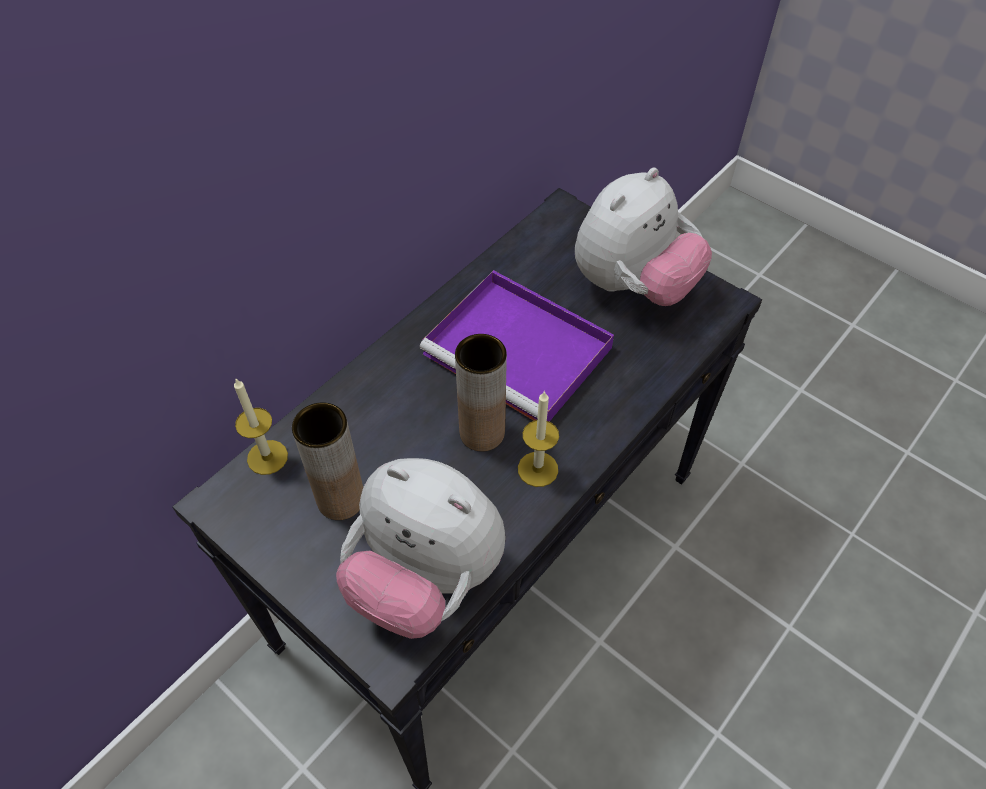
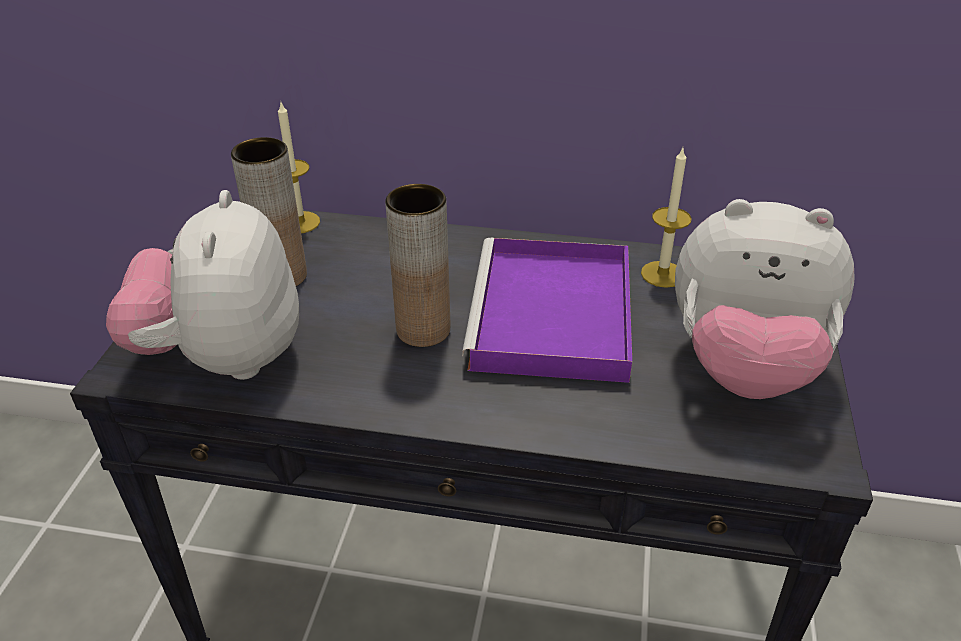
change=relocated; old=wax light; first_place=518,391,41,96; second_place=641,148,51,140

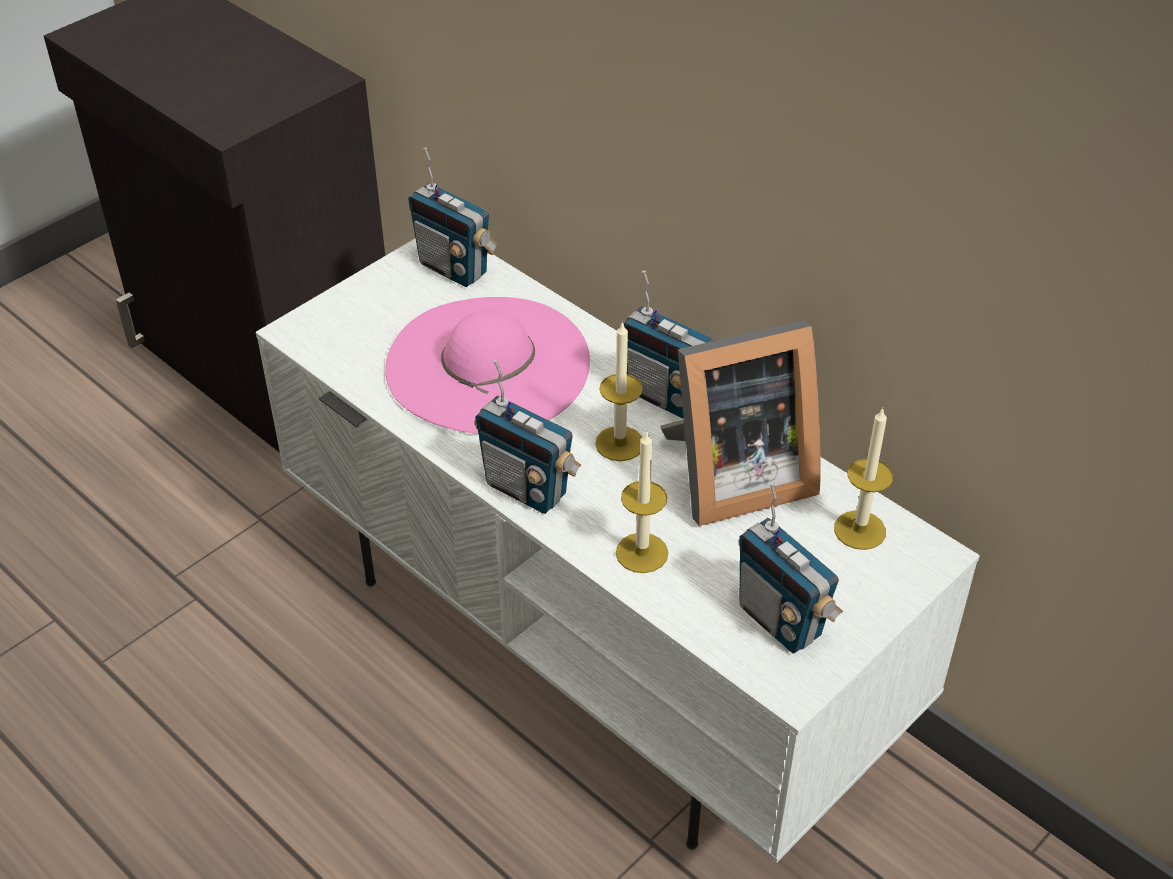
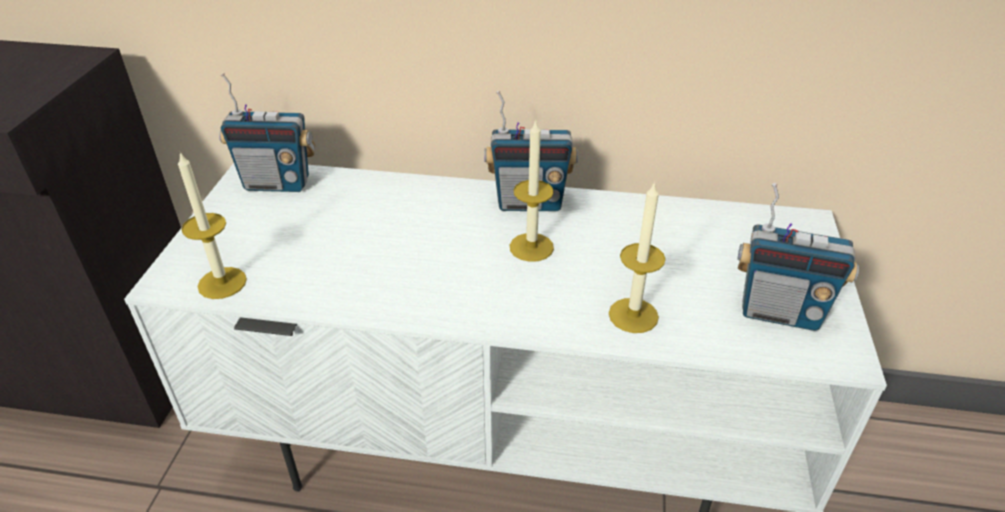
change=missing; old=pink hat; first_place=385,297,205,137
change=missing; old=photo frame; first_place=660,320,161,206
change=missing; old=radio receiver; first_place=475,360,106,154
change=relocated; old=wax light; first_place=834,408,59,142; second_place=178,151,69,148

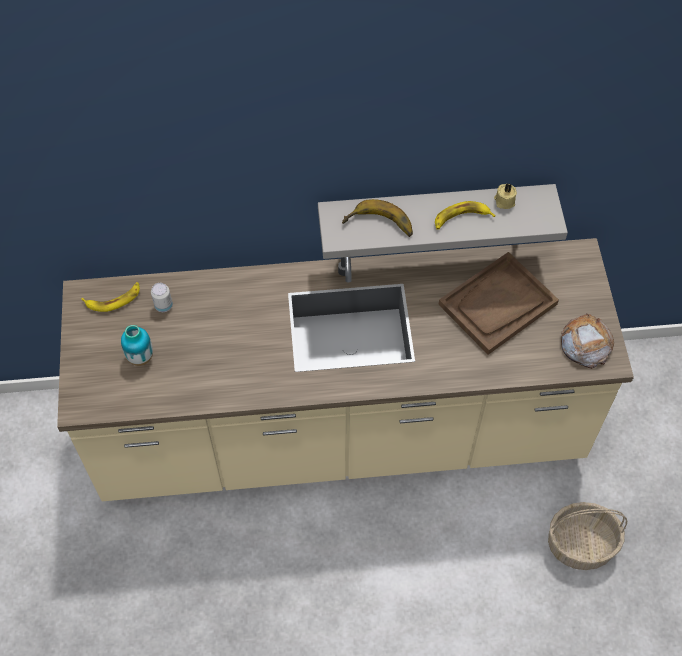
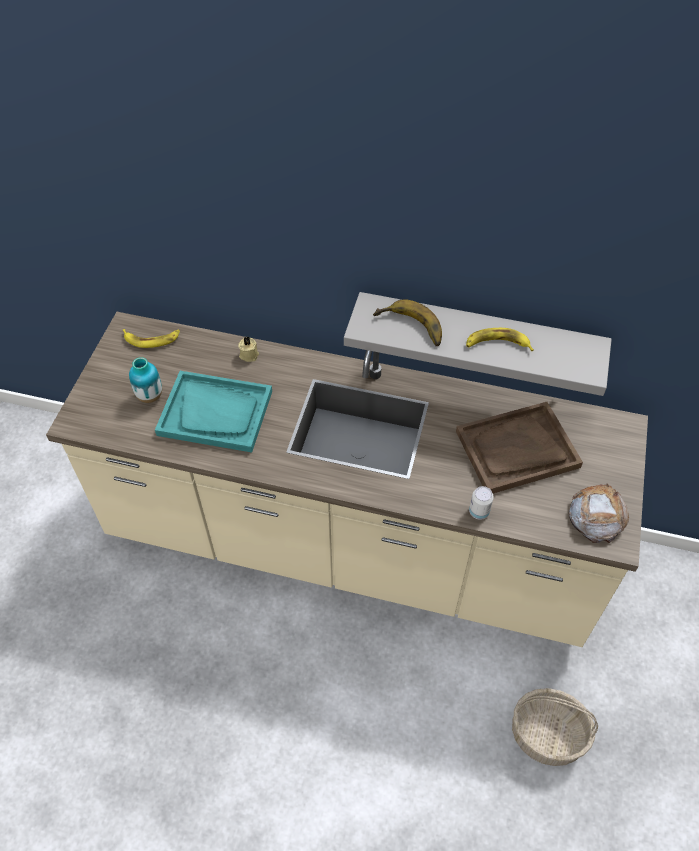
change=relocated; old=beige-coloured wax light; first_place=494,183,23,26; second_place=238,337,21,25
change=relocated; old=can; first_place=151,283,22,29; second_place=469,486,25,34
change=appeared; new=turquoise serving tray; second_place=155,371,117,81

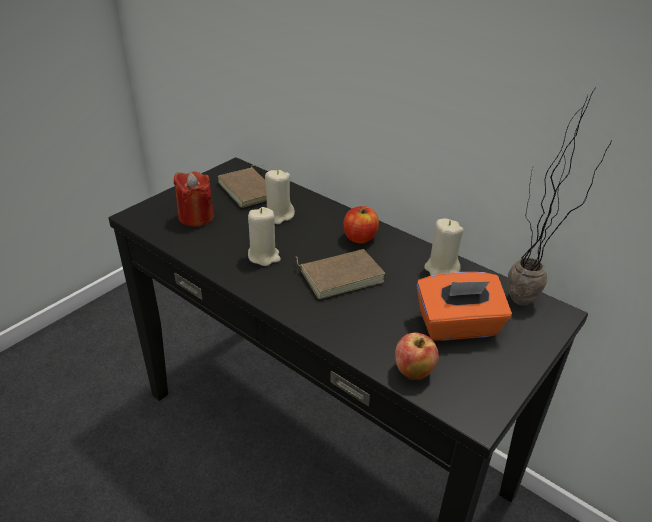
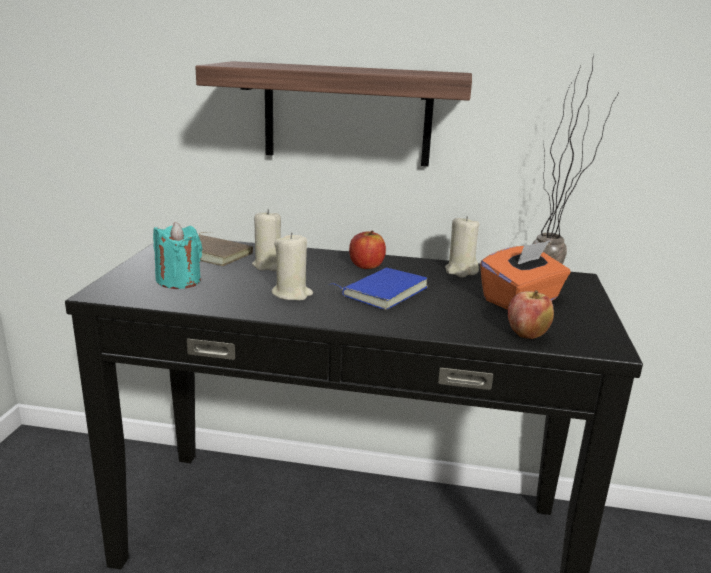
change=colour; old=red wax light; new=turquoise wax light; first_place=173,171,41,56; second_place=153,222,49,67
change=colour; old=brown-coloured book; new=blue-coloured book; first_place=295,249,90,50; second_place=332,268,96,42
change=appeared; new=shelf; second_place=195,61,277,105

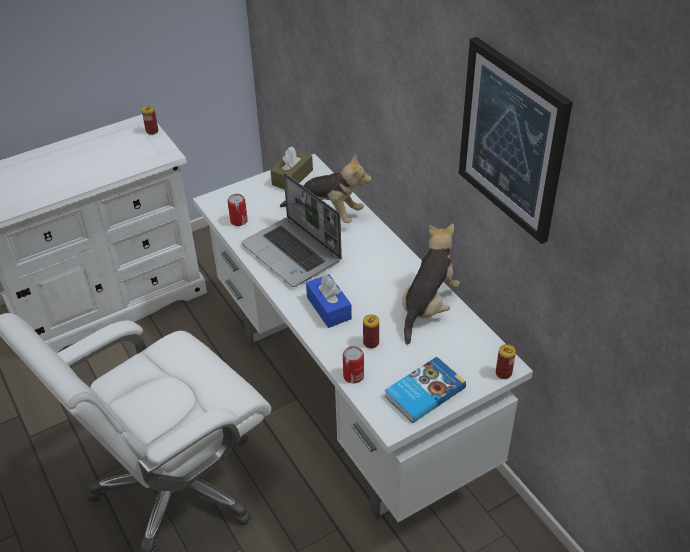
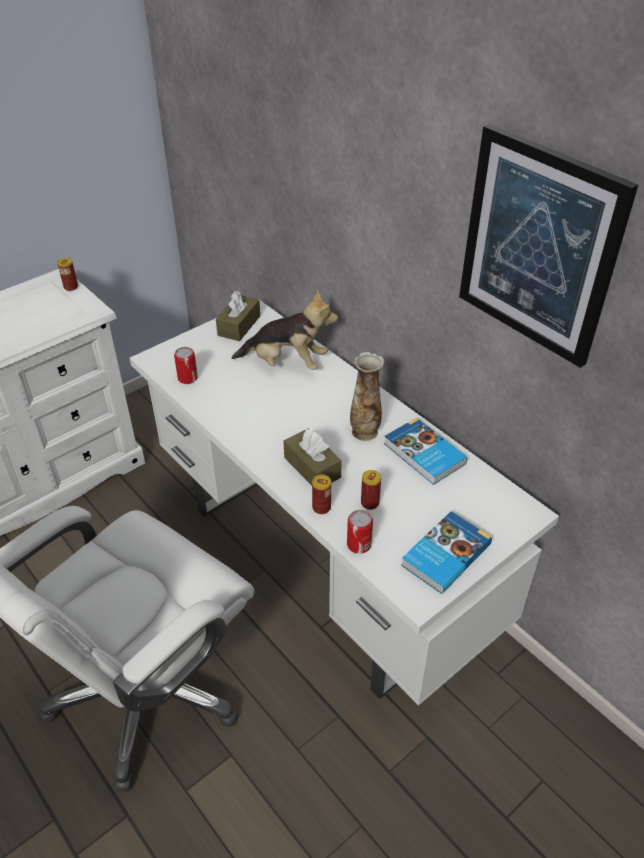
change=missing; old=portable computer; first_place=241,173,101,114
change=exchanged; old=cuddly toy; new=book; first_place=402,223,58,122; second_place=384,418,84,67
change=colour; old=blue-coloured tissue box; new=brown-coloured tissue box; first_place=306,274,46,54; second_place=284,428,58,58
change=relocated; old=can; first_place=496,344,20,35; second_place=312,475,19,39
change=appeared; new=vase; second_place=350,352,34,89

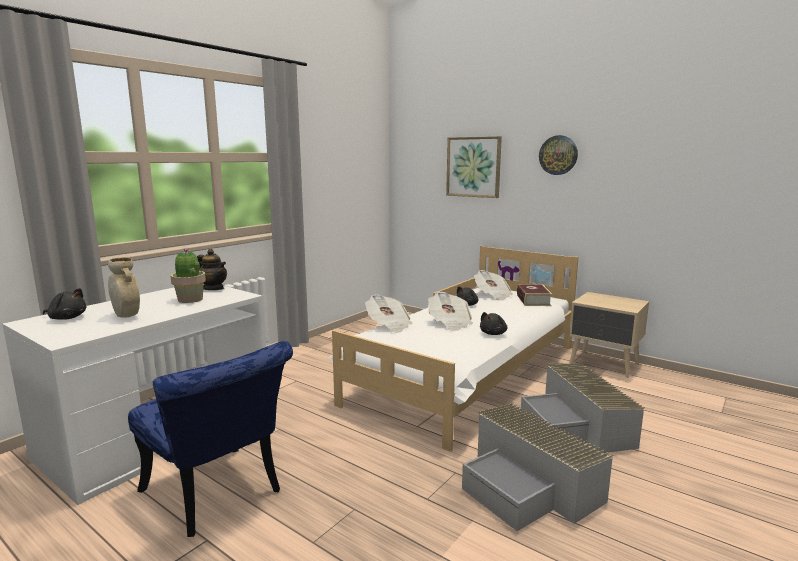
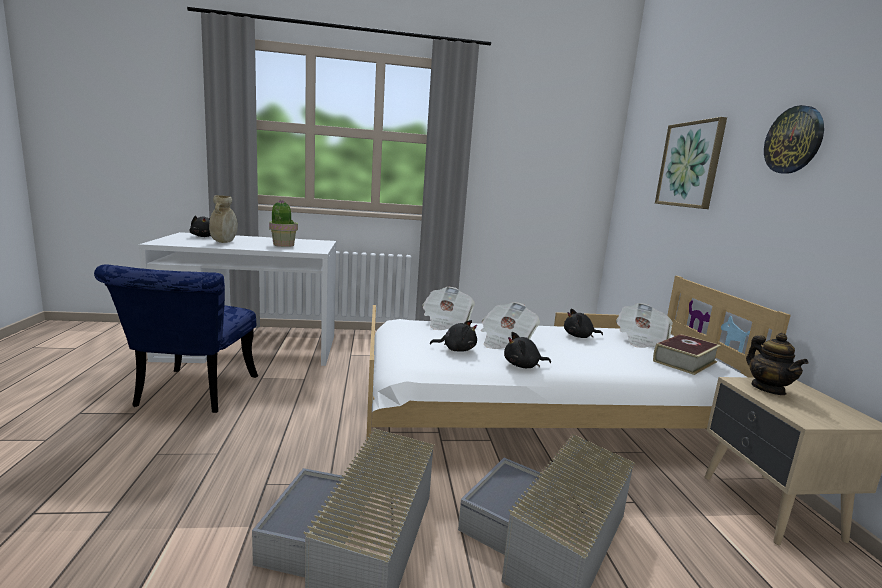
change=relocated; old=pot for tea; first_place=197,249,30,41; second_place=746,333,62,62
change=appeared; new=black cuddly toy; second_place=430,320,47,32

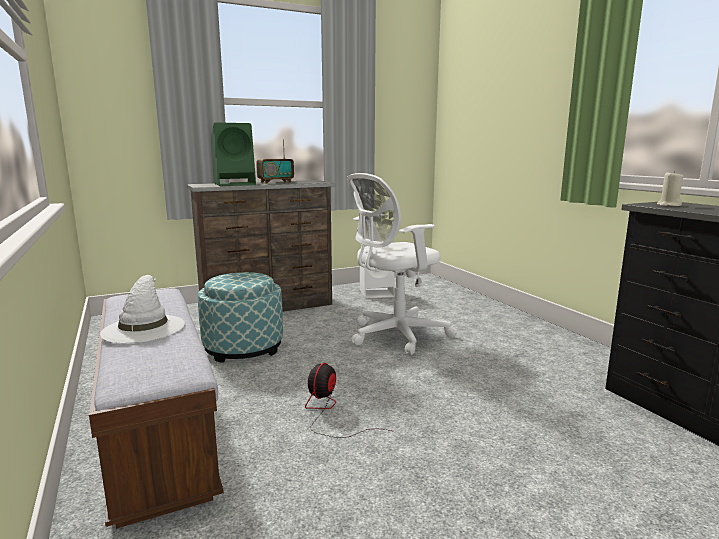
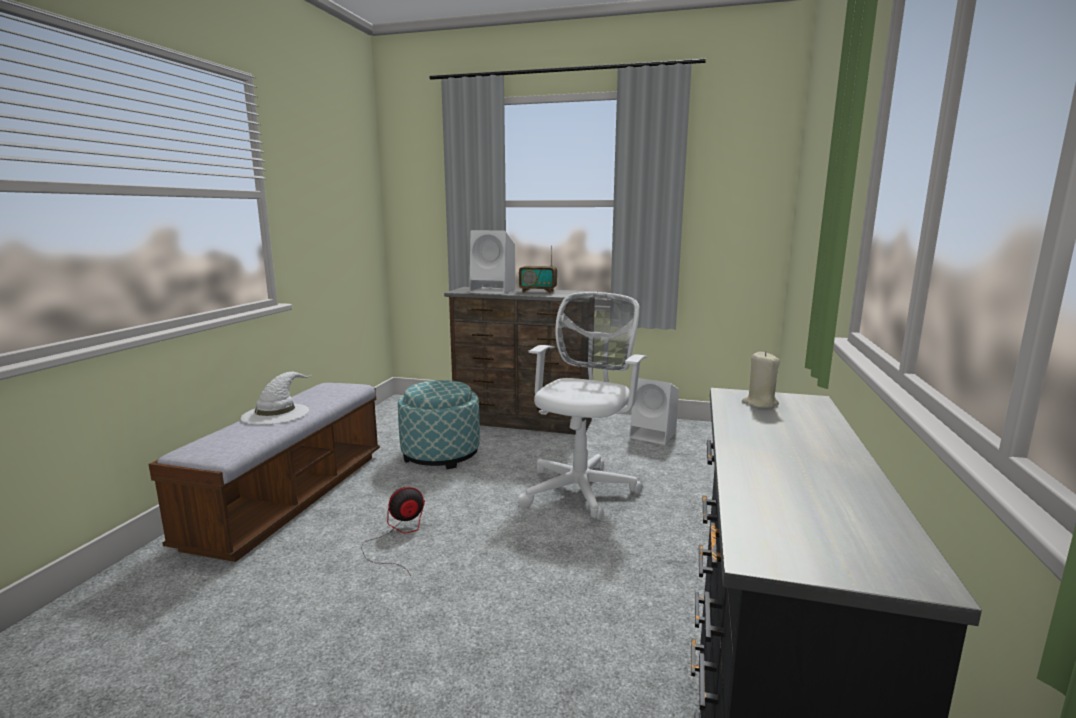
change=colour; old=green-coloured speaker; new=white speaker; first_place=211,122,45,64; second_place=469,230,46,64
change=spun; old=white office chair; first_place=347,173,110,182; second_place=518,292,130,228; degrees=105

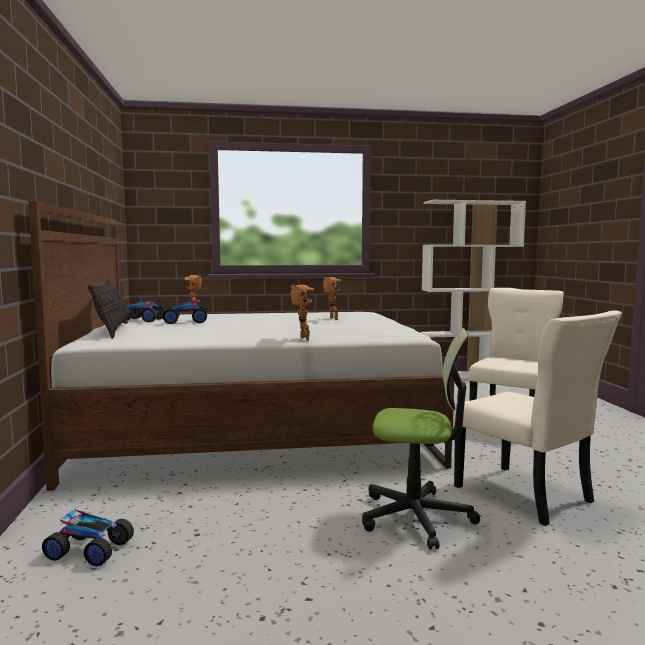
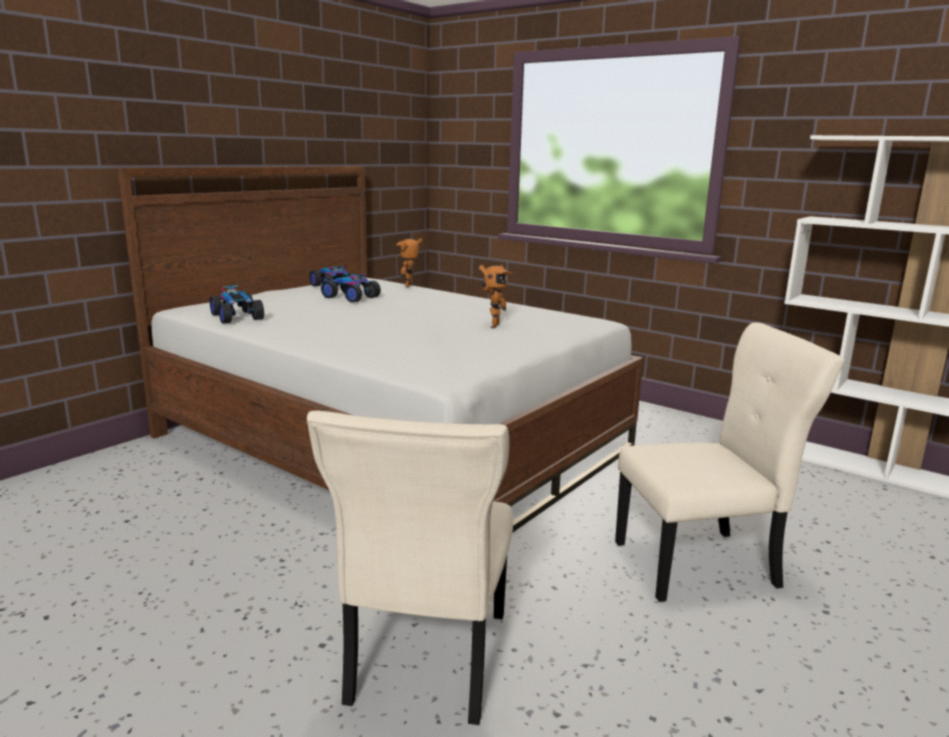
change=missing; old=cushion; first_place=88,279,40,60
change=missing; old=toy robot; first_place=291,284,23,56
change=missing; old=office chair; first_place=362,328,118,222
change=relocated; old=miniature car; first_place=42,510,92,56; second_place=210,285,54,38

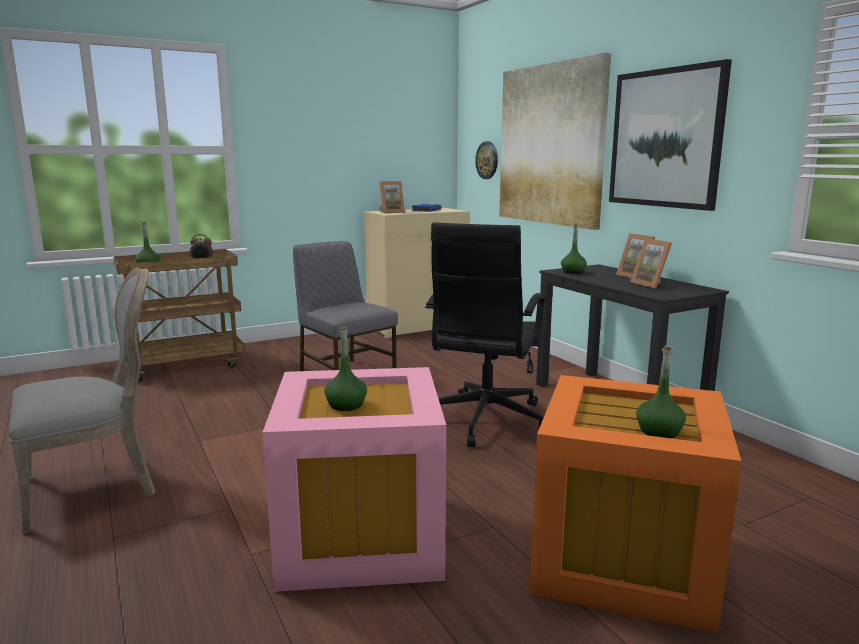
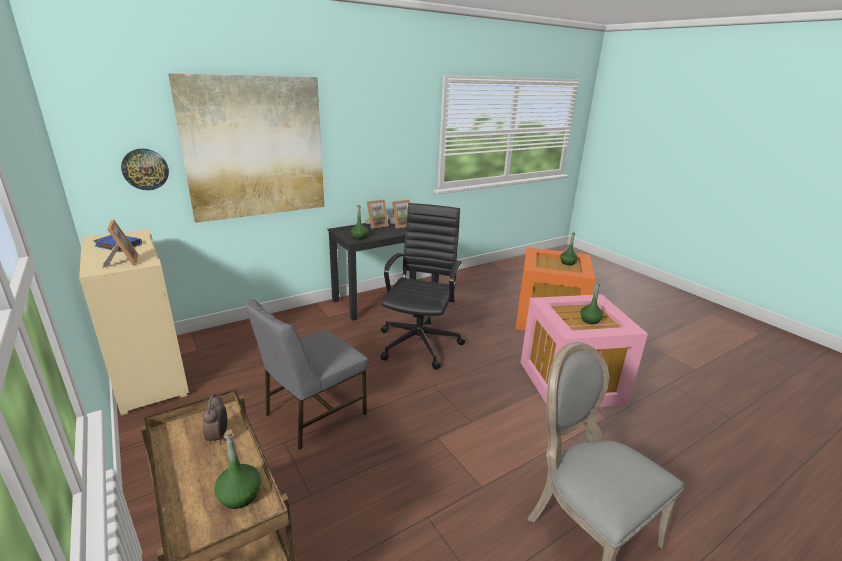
change=missing; old=wall art; first_place=609,59,123,152
change=spun; old=black office chair; first_place=425,223,120,224; second_place=380,203,85,167; degrees=-90

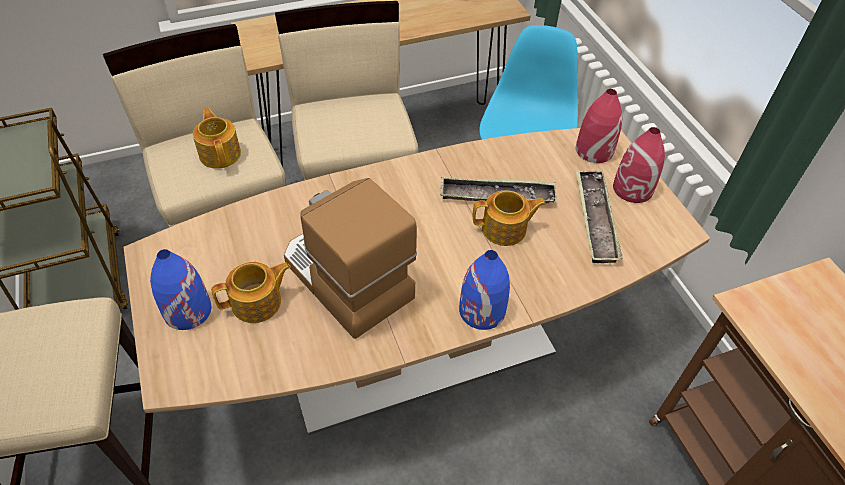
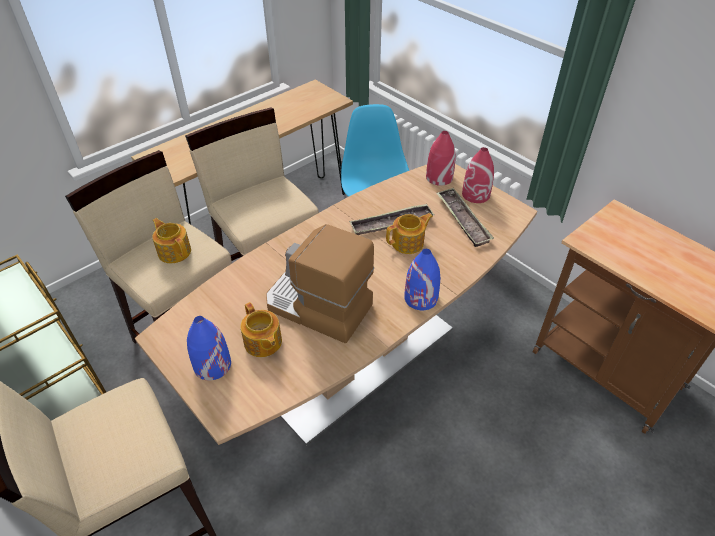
change=spun; old=pot for tea; first_place=211,262,80,61; second_place=240,302,42,55; degrees=105

